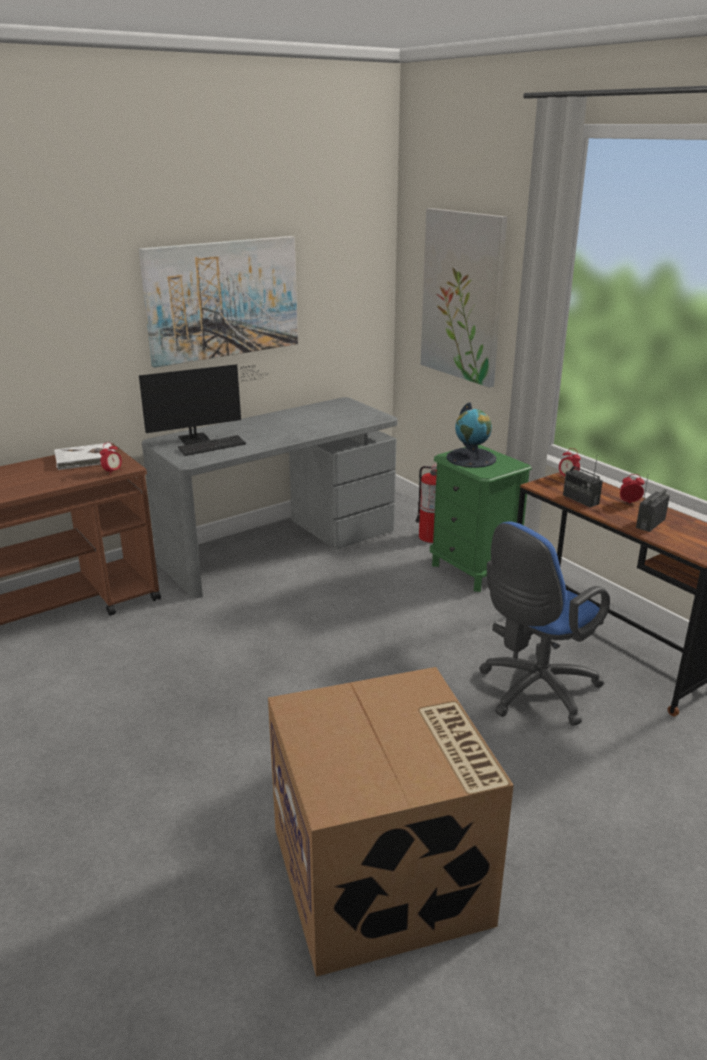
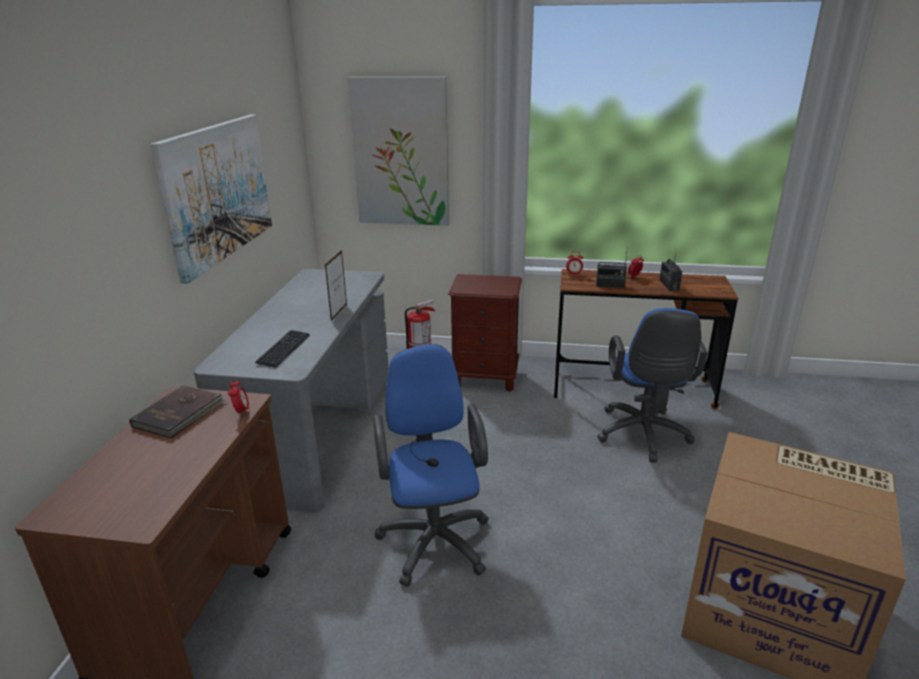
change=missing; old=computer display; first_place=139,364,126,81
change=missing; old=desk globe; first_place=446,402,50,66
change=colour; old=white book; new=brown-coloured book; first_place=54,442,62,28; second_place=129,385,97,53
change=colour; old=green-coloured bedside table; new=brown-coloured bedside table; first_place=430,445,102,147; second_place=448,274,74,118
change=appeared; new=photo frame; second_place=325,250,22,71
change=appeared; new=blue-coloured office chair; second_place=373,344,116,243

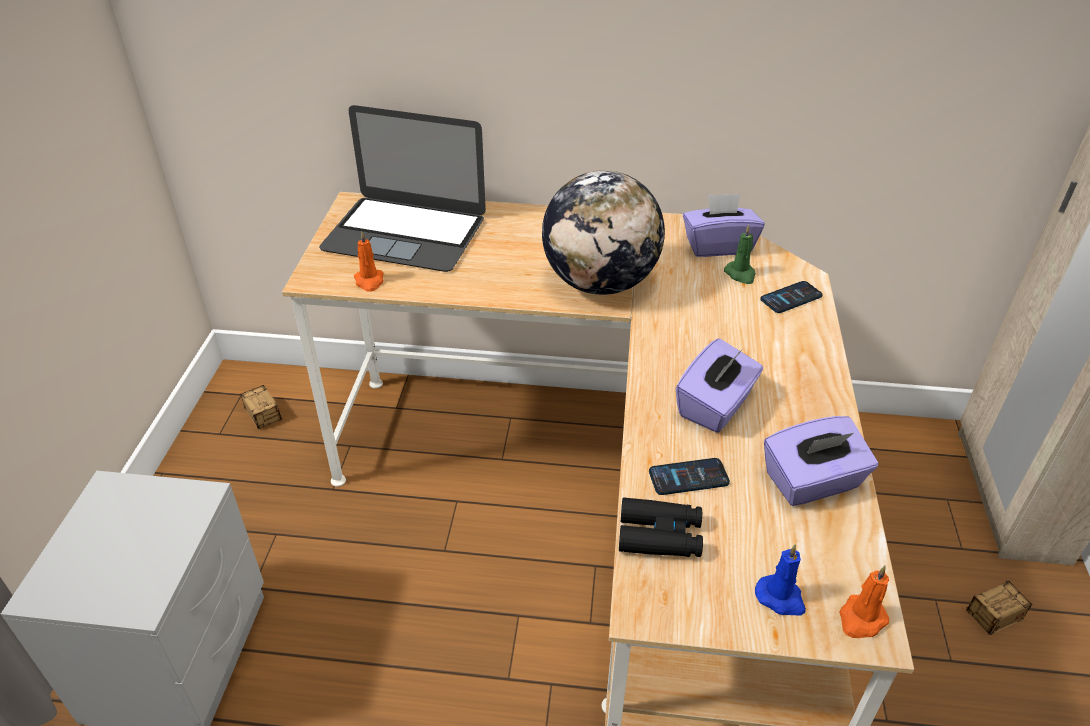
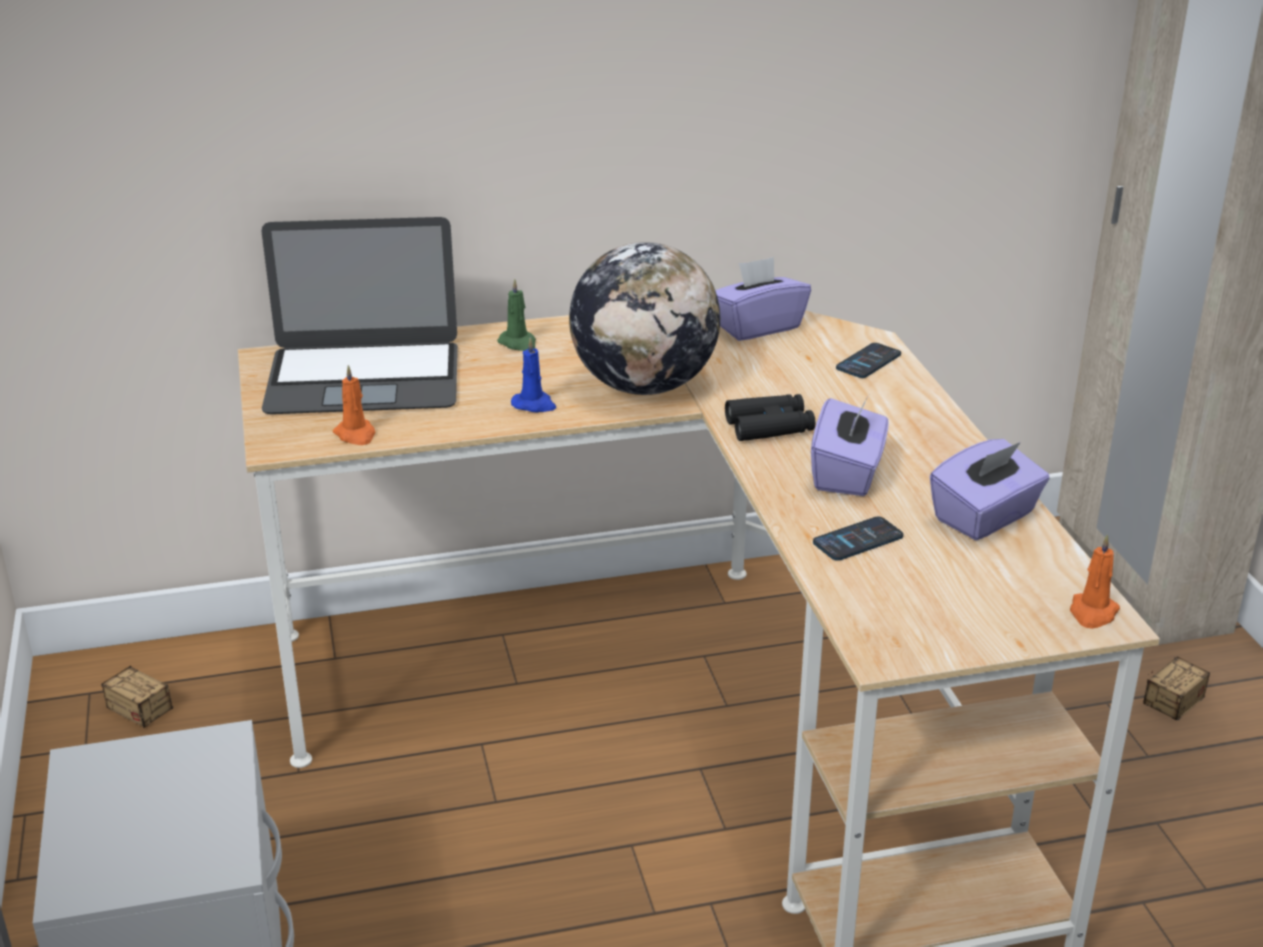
change=relocated; old=green-coloured wax light; first_place=724,225,32,59; second_place=497,279,39,72
change=relocated; old=black field glasses; first_place=619,497,84,60; second_place=725,394,90,47
change=relocated; old=blue-coloured wax light; first_place=755,544,51,71; second_place=511,337,45,75

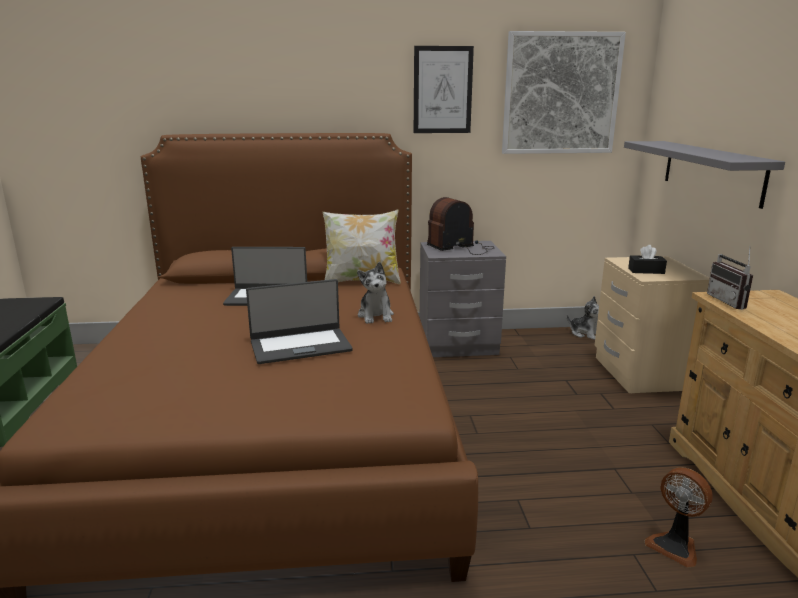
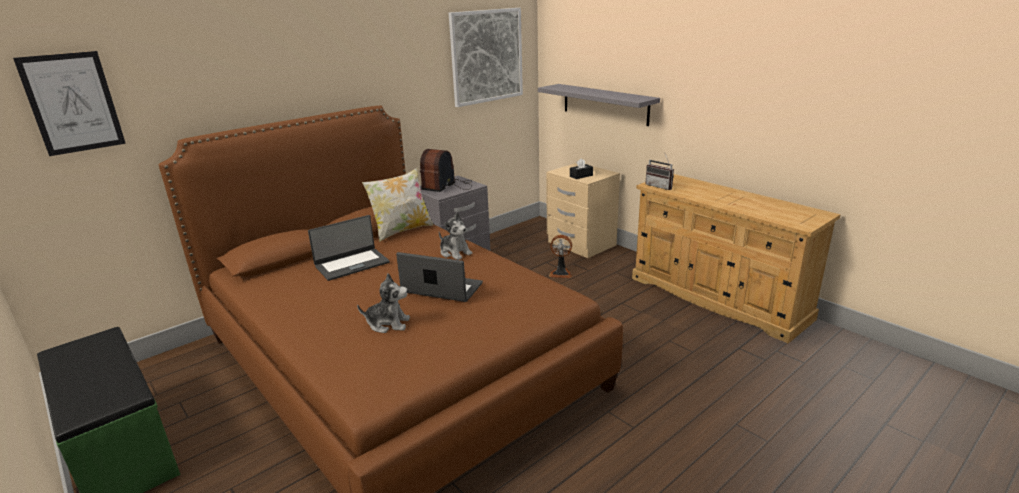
change=relocated; old=wall art; first_place=414,46,60,87; second_place=13,51,113,105
change=spun; old=portable computer; first_place=246,279,107,85; second_place=396,252,87,50; degrees=-105
change=relocated; old=cuddly toy; first_place=567,296,32,44; second_place=357,273,53,60
change=relocated; old=electric fan; first_place=644,467,69,101; second_place=549,235,23,43

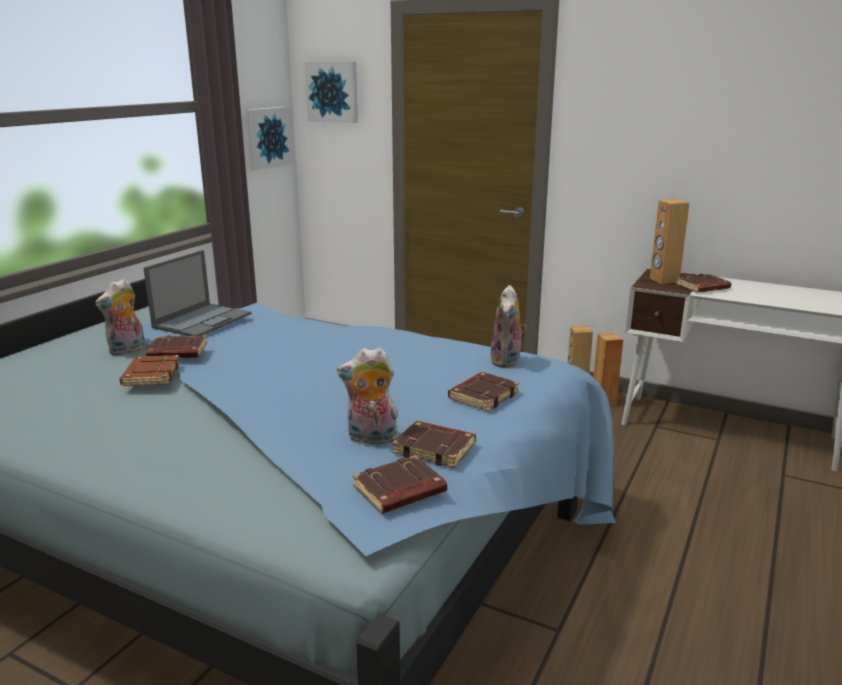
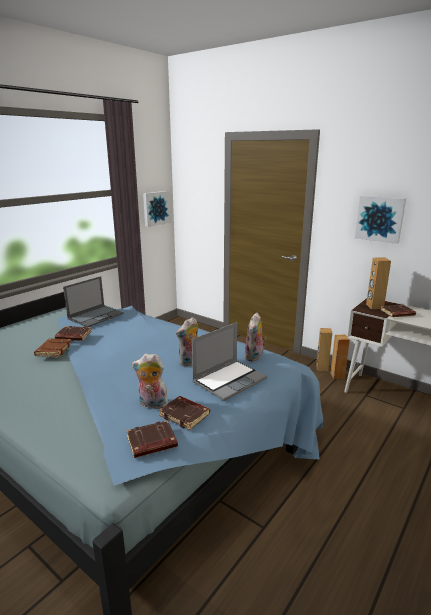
change=relocated; old=wall art; first_place=304,62,54,61; second_place=355,196,51,48
change=relocated; old=cuddly toy; first_place=95,278,50,78; second_place=176,317,22,49
change=exchanged; old=brown-coloured book; new=portable computer; first_place=448,372,71,39; second_place=192,322,75,79

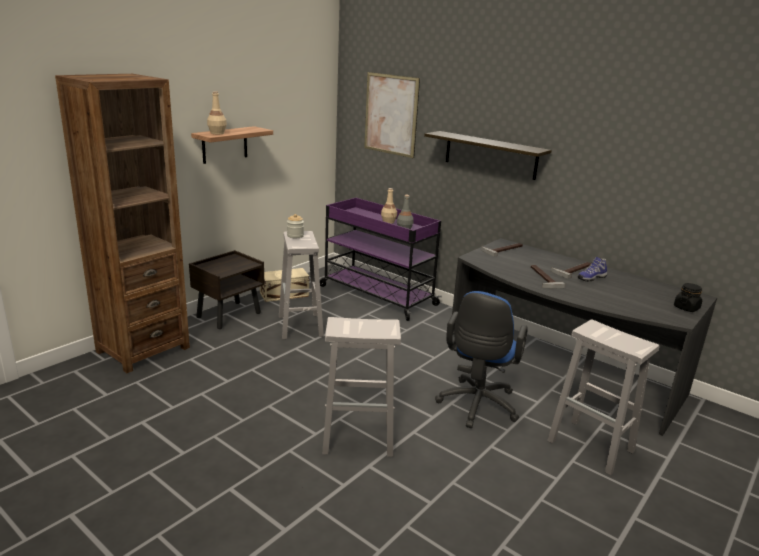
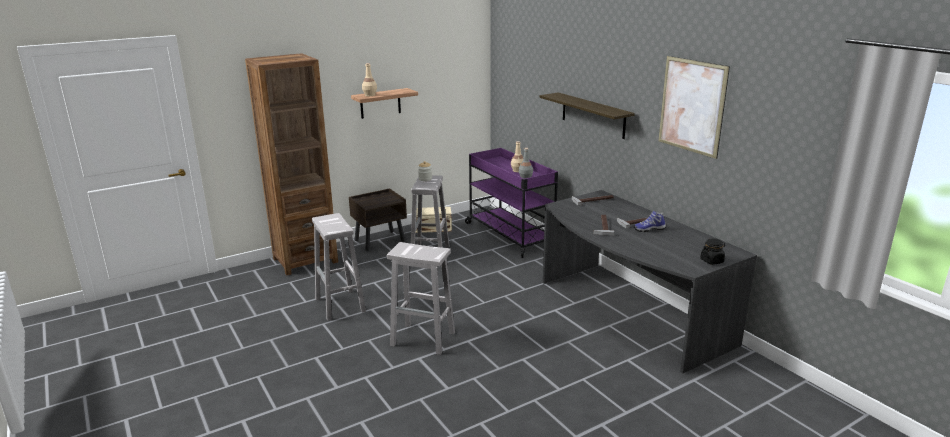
change=relocated; old=wall art; first_place=364,72,56,86; second_place=659,56,71,103
change=missing; old=blue-coloured office chair; first_place=435,291,93,137
change=relocated; old=white stool; first_place=547,320,113,155; second_place=312,213,54,108

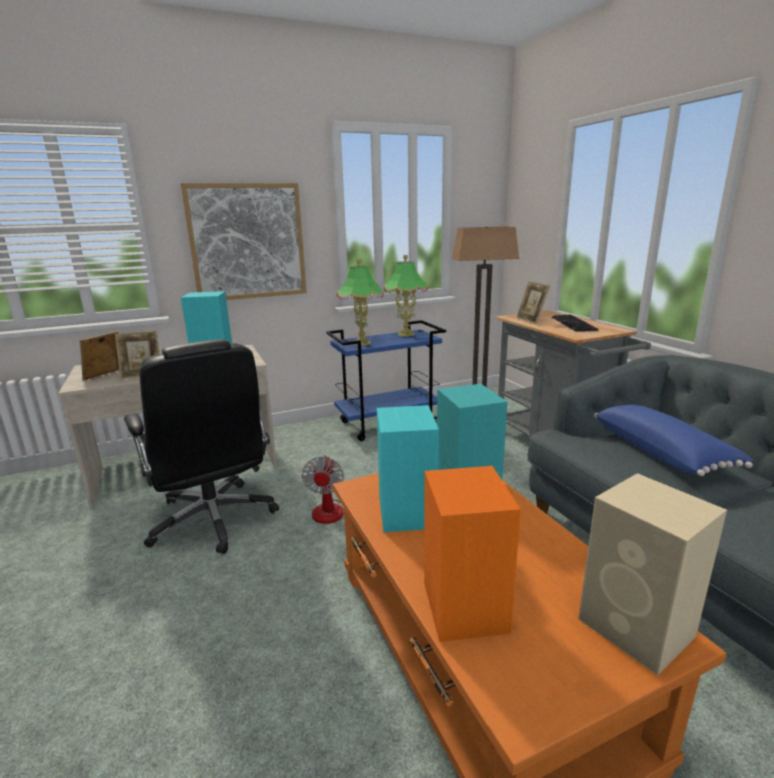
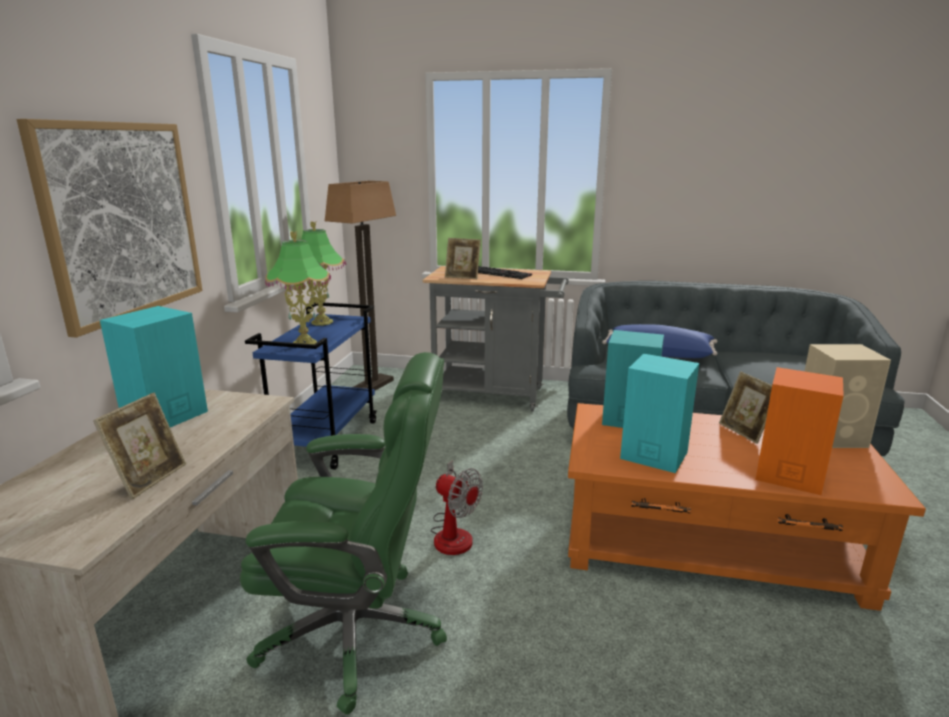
change=relocated; old=photo frame; first_place=79,331,40,49; second_place=719,371,53,73
change=colour; old=black office chair; new=green-coloured office chair; first_place=124,339,155,215; second_place=240,352,207,363

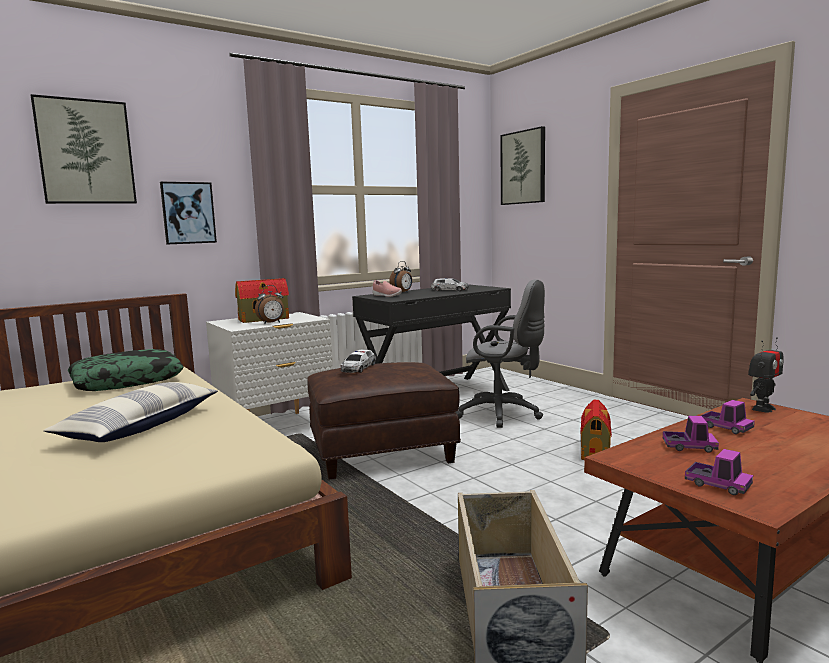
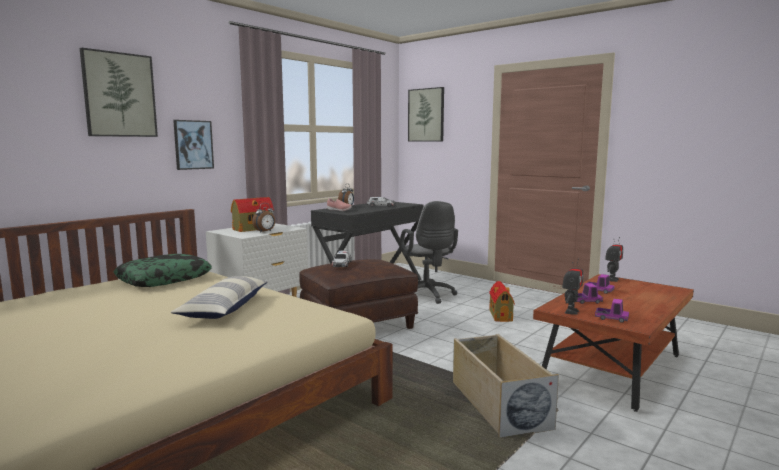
change=spun; old=greyish office chair; first_place=455,279,90,149; second_place=400,201,58,103; degrees=60
change=appeared; new=toy robot; second_place=562,259,22,56

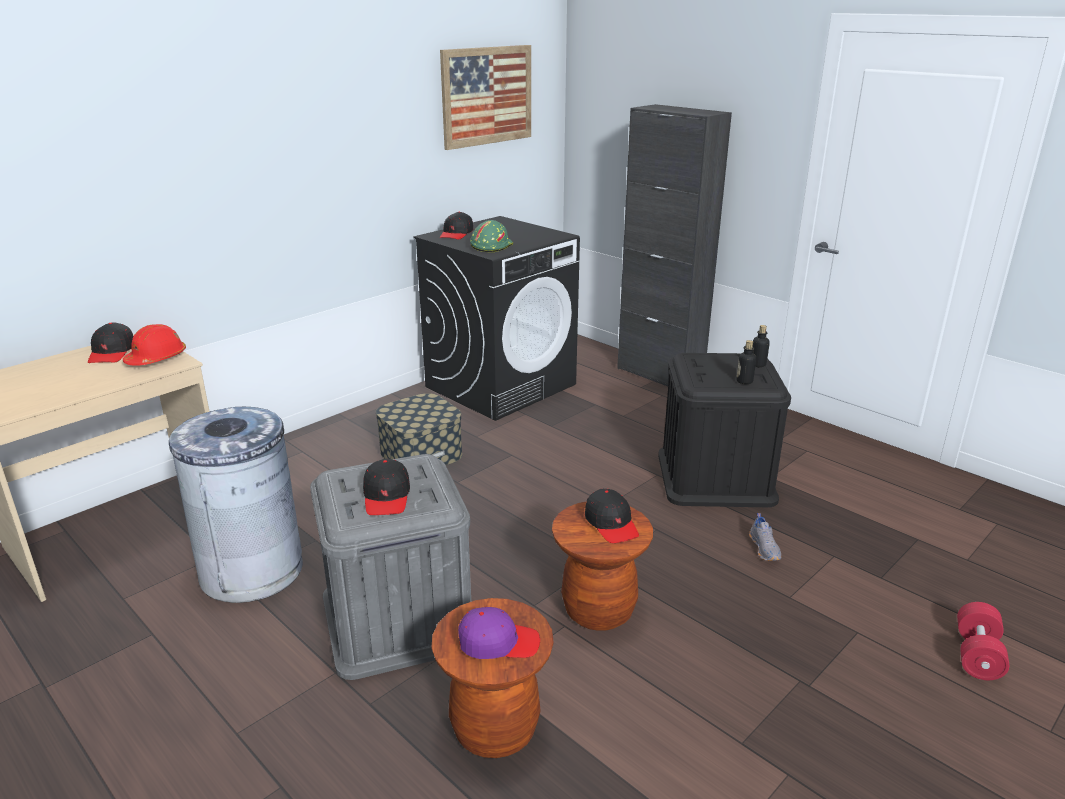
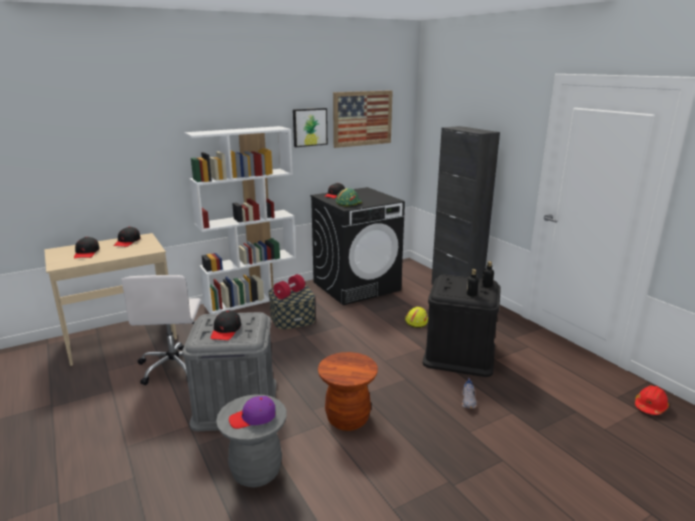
change=relocated; old=red safety helmet; first_place=123,324,63,42; second_place=635,385,34,30
change=exchanged; old=greyish trash can; new=white office chair; first_place=169,407,134,196; second_place=121,275,80,110
change=relocated; old=black peaked cap; first_place=585,489,54,54; second_place=74,237,26,22
change=colour; old=brown-coloured stool; new=greyish stool; first_place=432,598,122,160; second_place=216,395,71,92
change=relocated; old=red dumbbell; first_place=957,602,52,78; second_place=273,274,32,25
change=spun; old=purple-coloured peaked cap; first_place=458,607,82,52; second_place=229,396,46,33; degrees=150
change=appeared; new=wall art; second_place=293,108,35,39
change=appeared; new=white bookshelf; second_place=184,126,112,188
change=appeared; new=yellow-coloured safety helmet; second_place=405,307,23,21

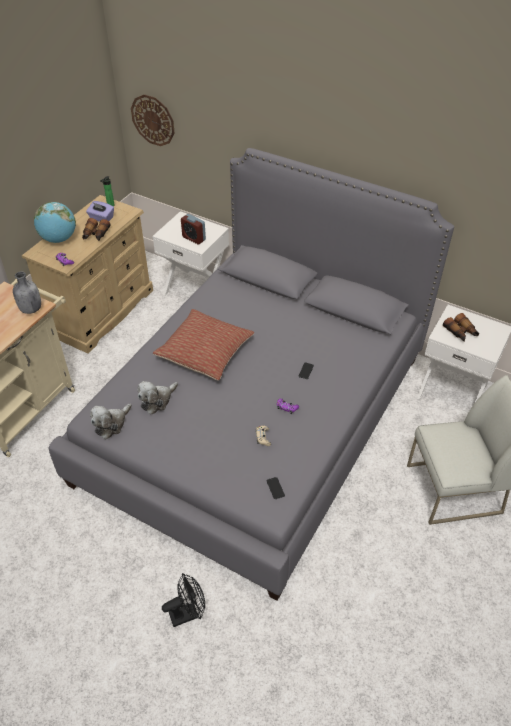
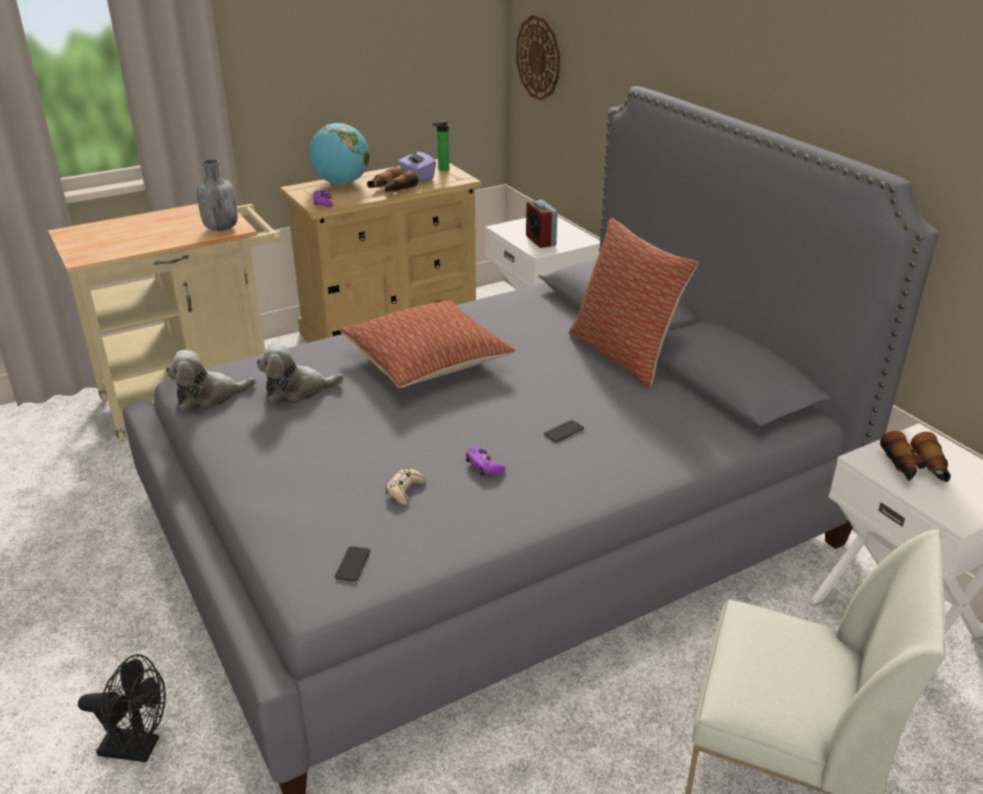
change=appeared; new=cushion; second_place=569,218,129,170

